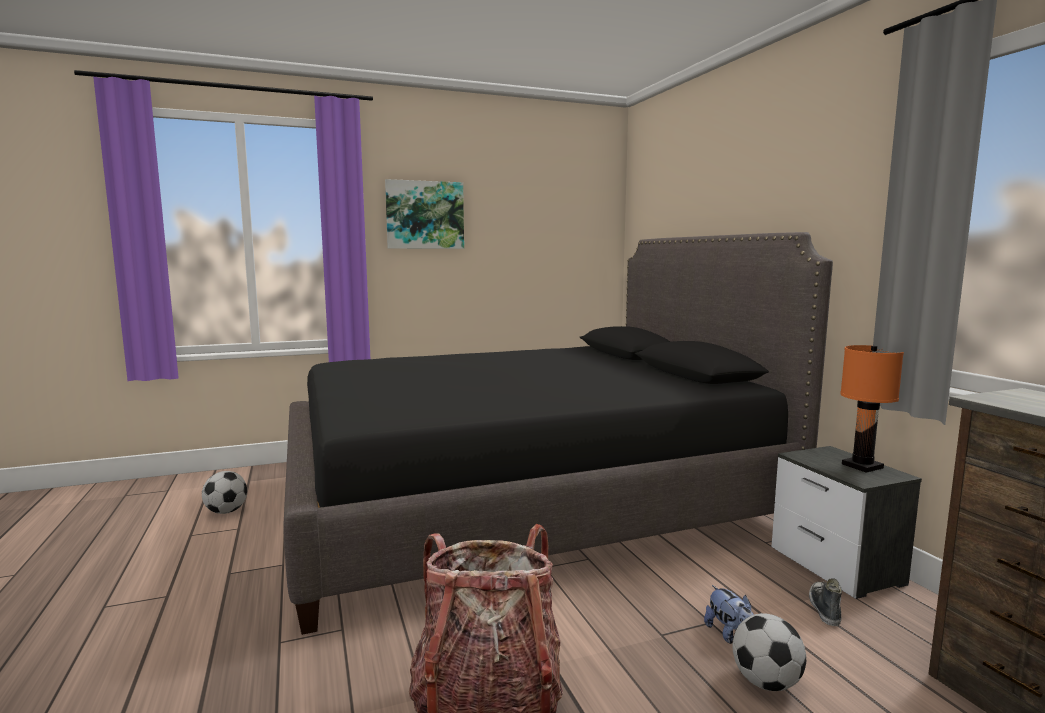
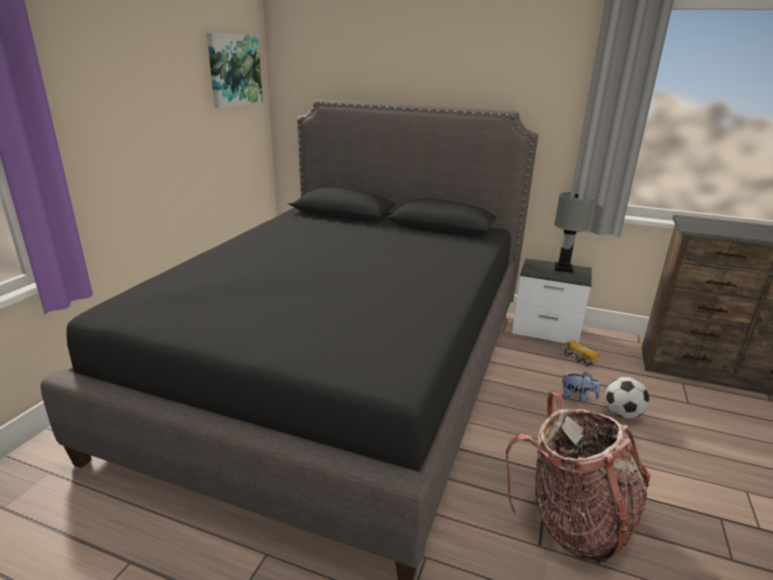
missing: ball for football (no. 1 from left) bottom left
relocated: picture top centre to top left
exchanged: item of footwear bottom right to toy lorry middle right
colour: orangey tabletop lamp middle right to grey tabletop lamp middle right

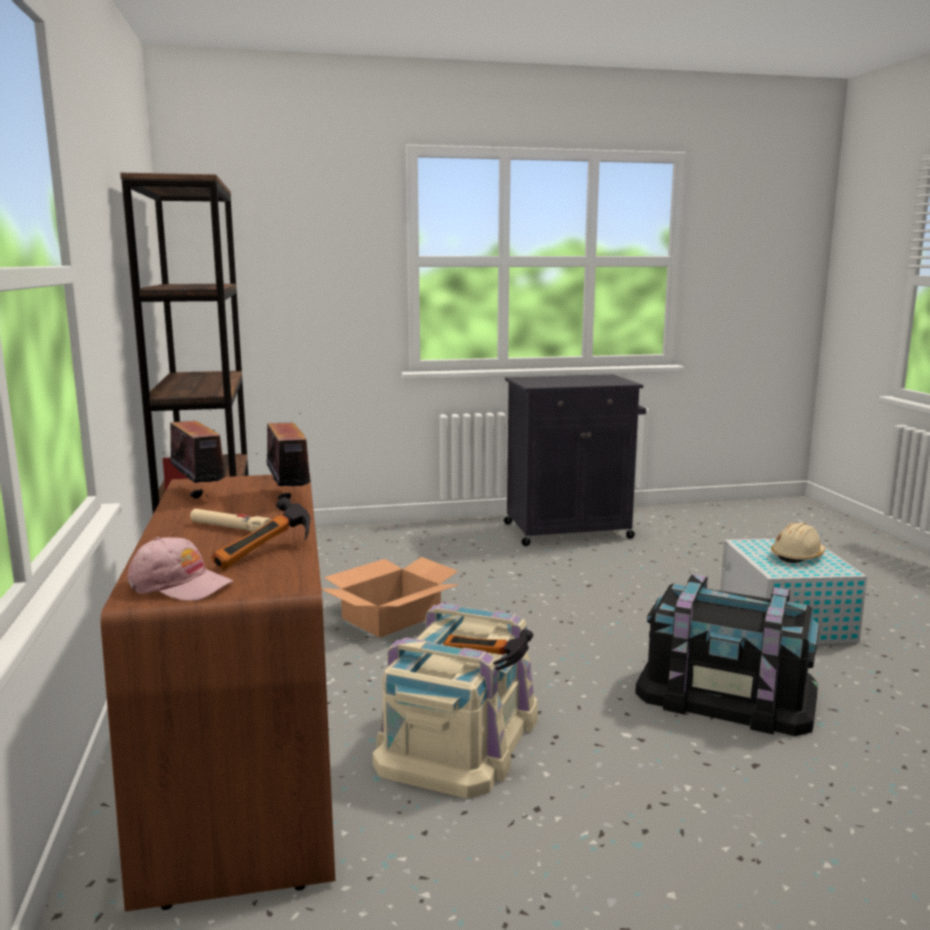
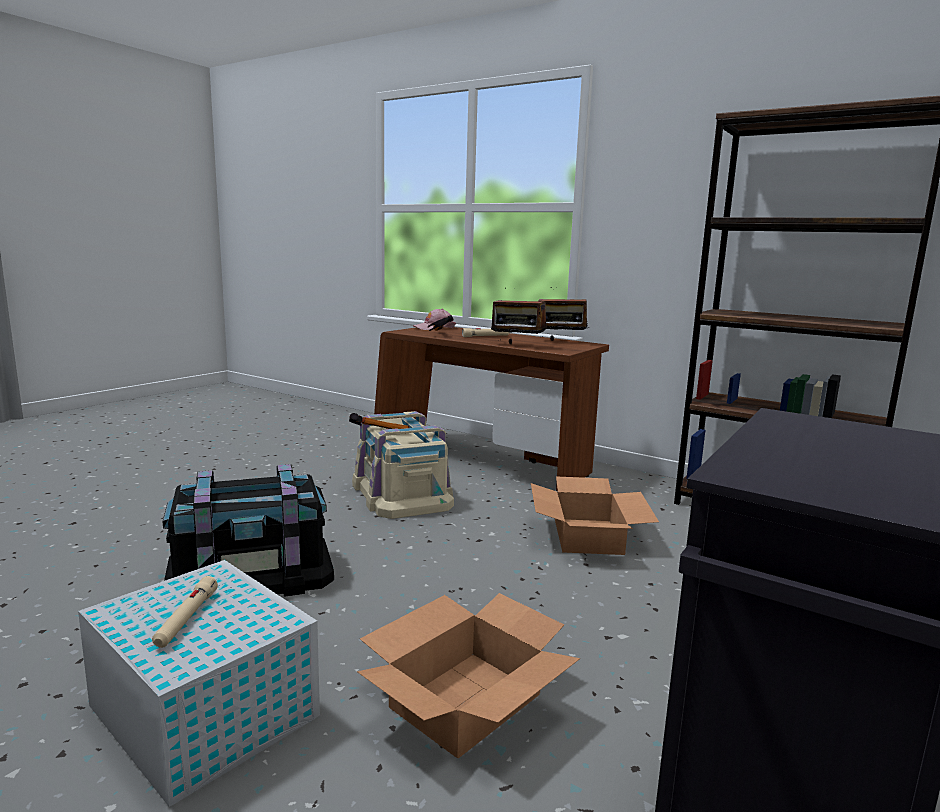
appeared: carton (no. 1 from left) bottom centre
exchanged: beige work helmet middle right to beige flashlight (no. 1 from left) bottom left

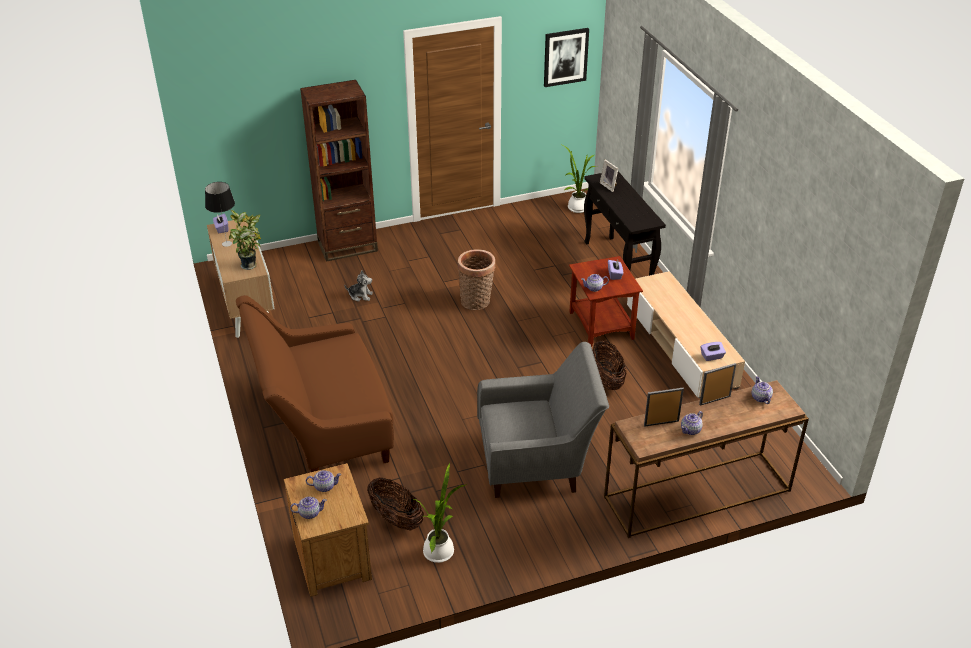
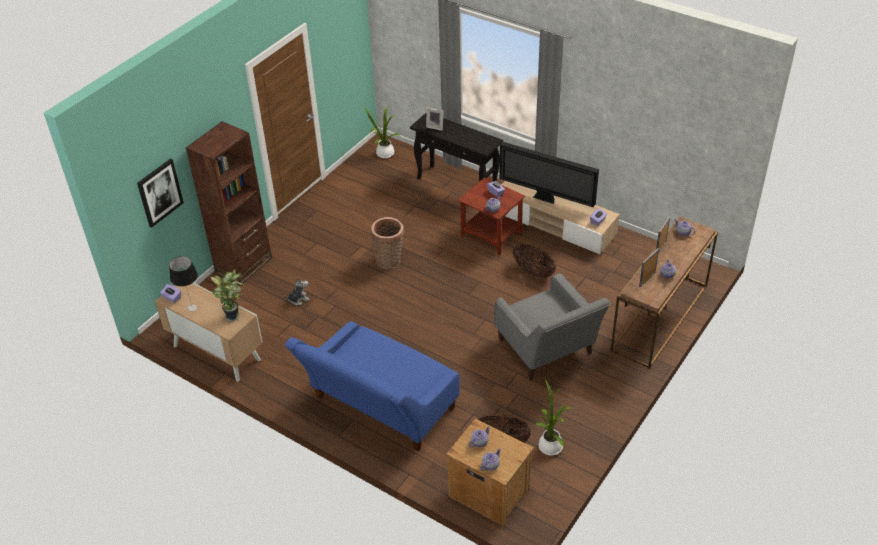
appeared: television top centre
relocated: picture top centre to middle left
colour: brownish settee middle left to blue-coloured settee bottom centre
spun: grey easy chair centre = centre 105 degrees clockwise

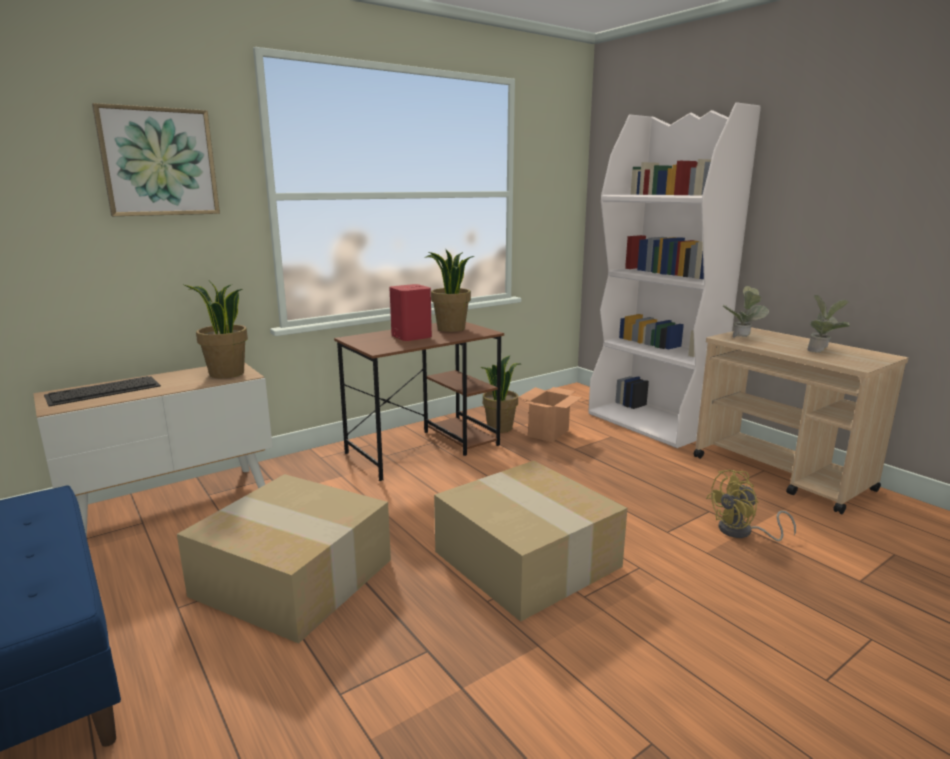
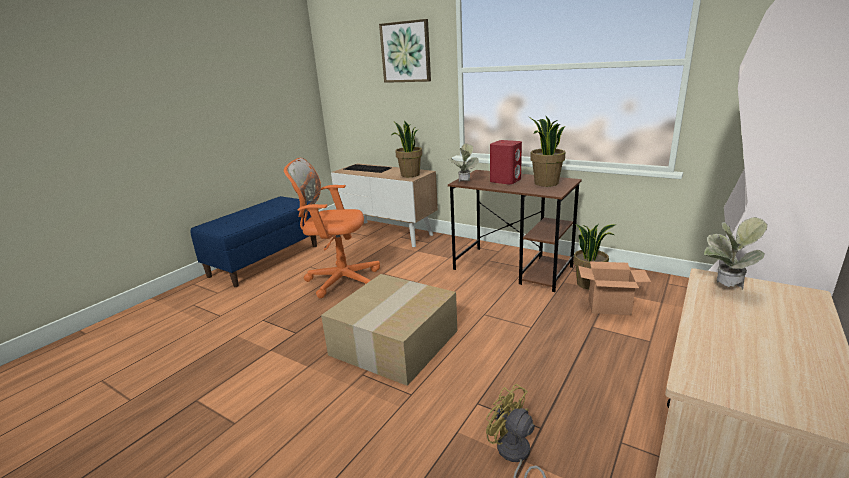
relocated: potted plant (no. 5 from left in the first image) middle right to potted plant (no. 2 from left) centre
exchanged: carton (no. 1 from left) bottom left to orangey computer chair centre

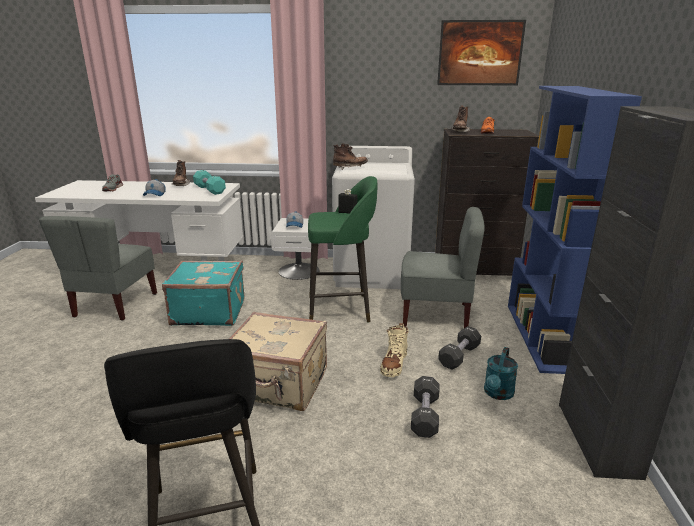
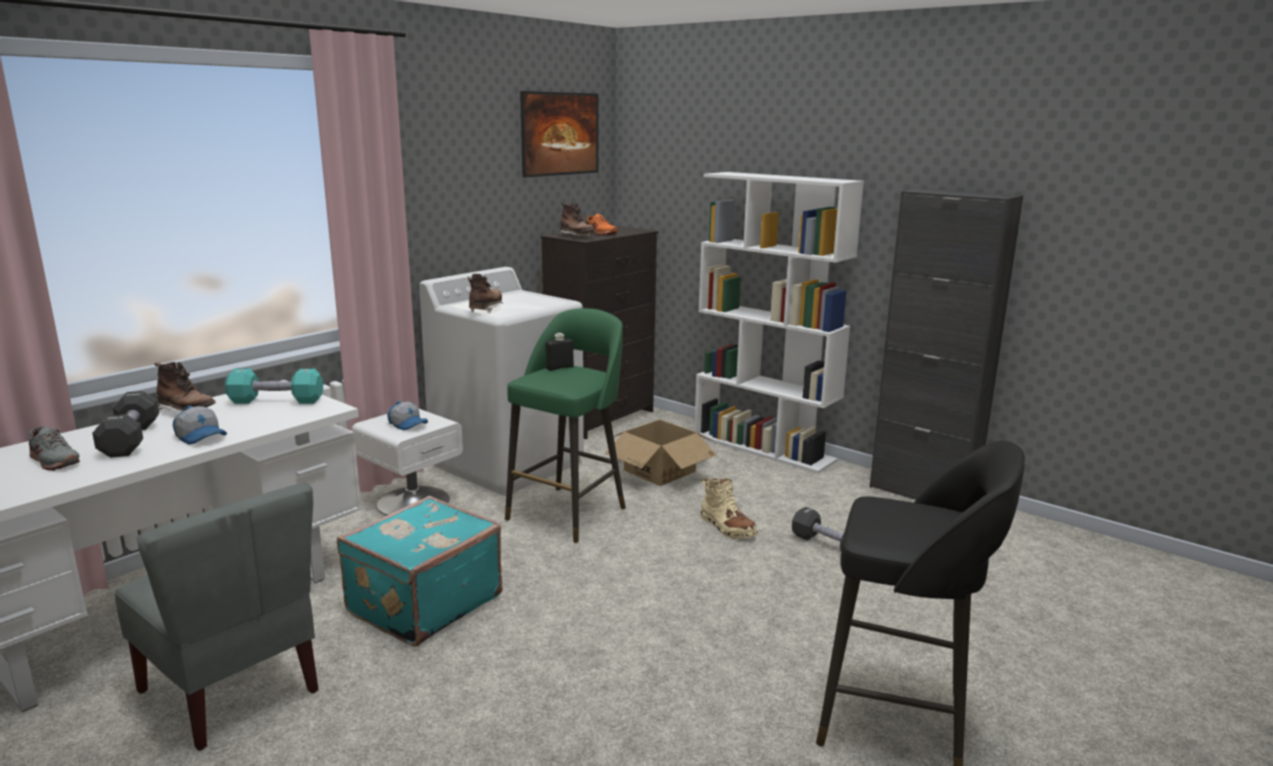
missing: beige piece of luggage bottom centre; turquoise sprinkling can bottom right
relocated: black hand weight (no. 2 from left in the first image) centre to black hand weight (no. 1 from left) middle left
exchanged: grey plain chair (no. 2 from left) centre to carton centre
colour: blue-coloured bookshelf middle right to whitish bookshelf centre

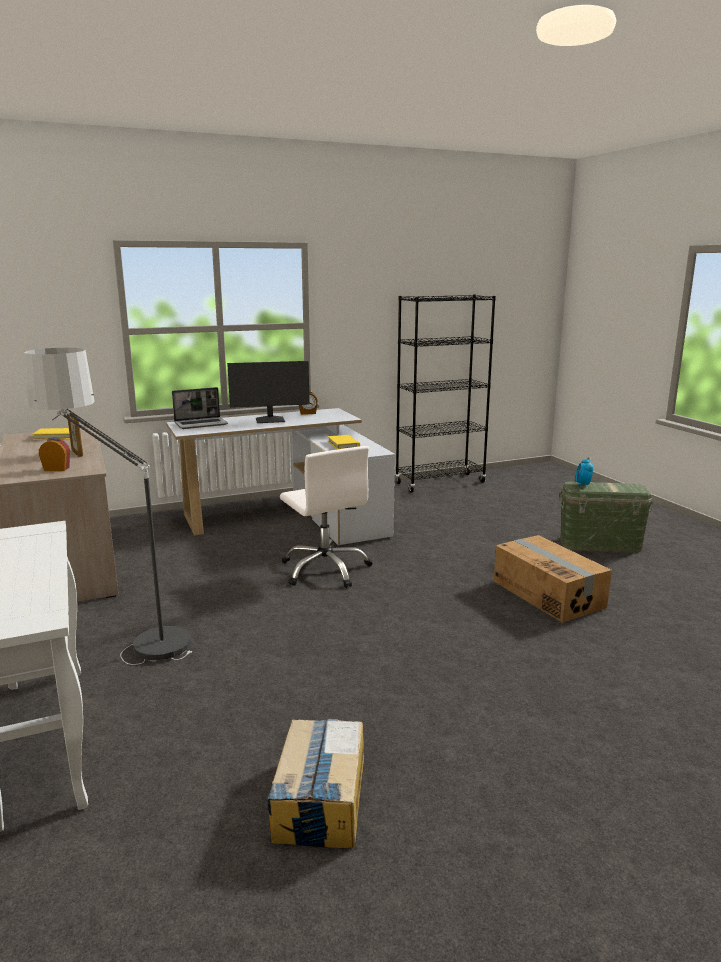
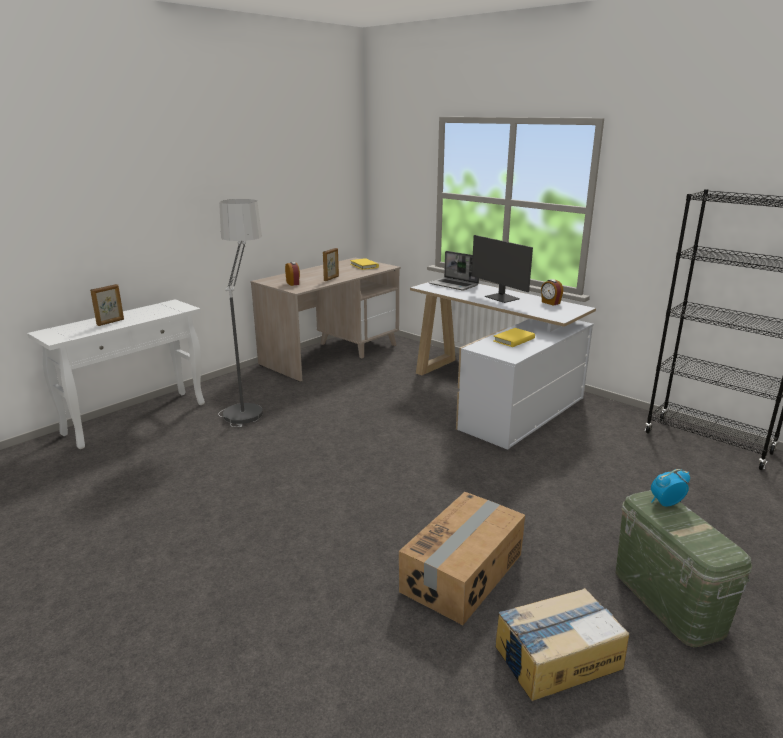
missing: whitish computer chair centre
appeared: standing frame (no. 1 from left) middle left
relocated: carton (no. 1 from left in the first image) bottom centre to carton (no. 2 from left) bottom right

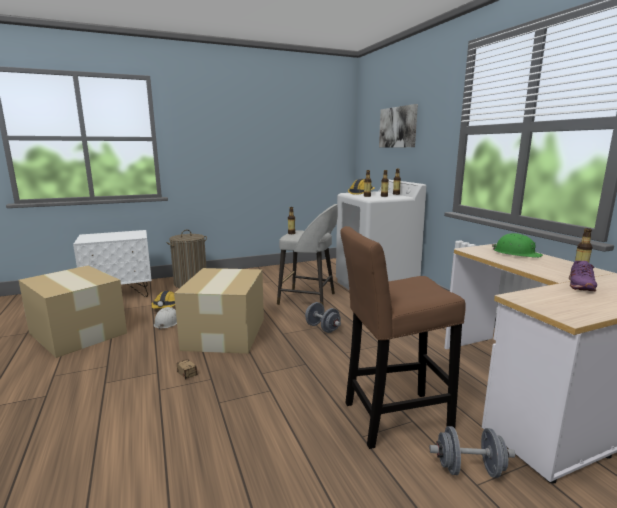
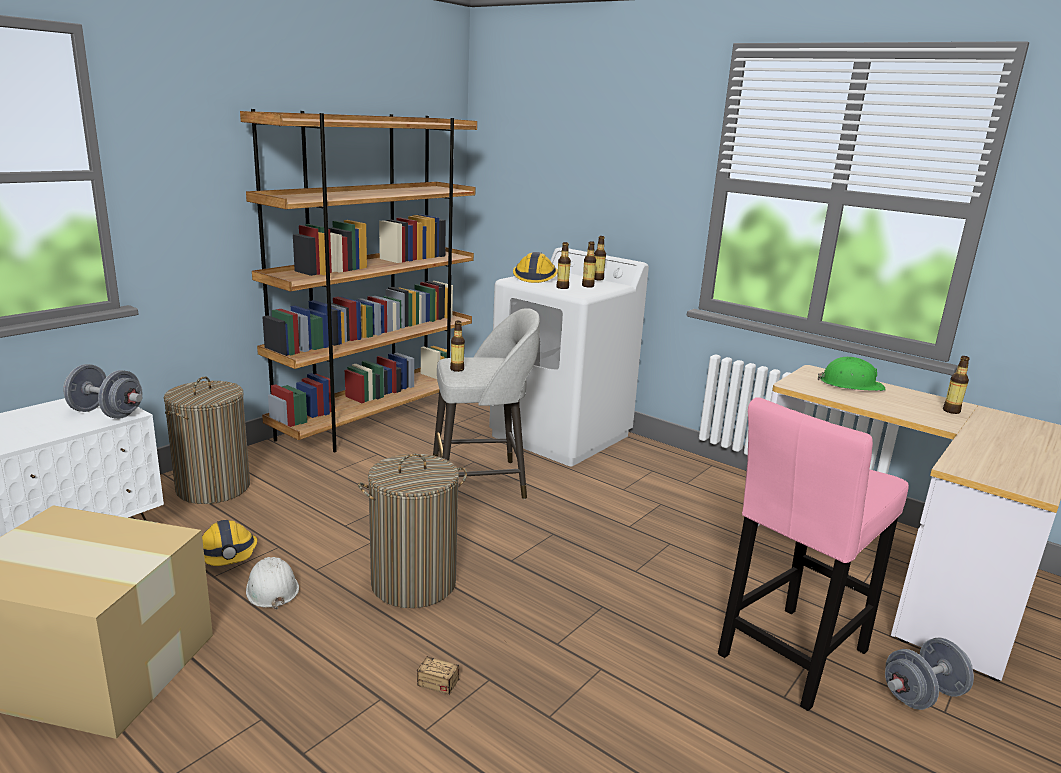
missing: picture top centre; purplish item of footwear middle right
appeared: brownish bookshelf centre
relocated: grey hand weight (no. 1 from left) centre to middle left
exchanged: carton (no. 2 from left) centre to hamper (no. 2 from left) bottom centre
colour: brownish sitting stool centre to pinkish sitting stool bottom right

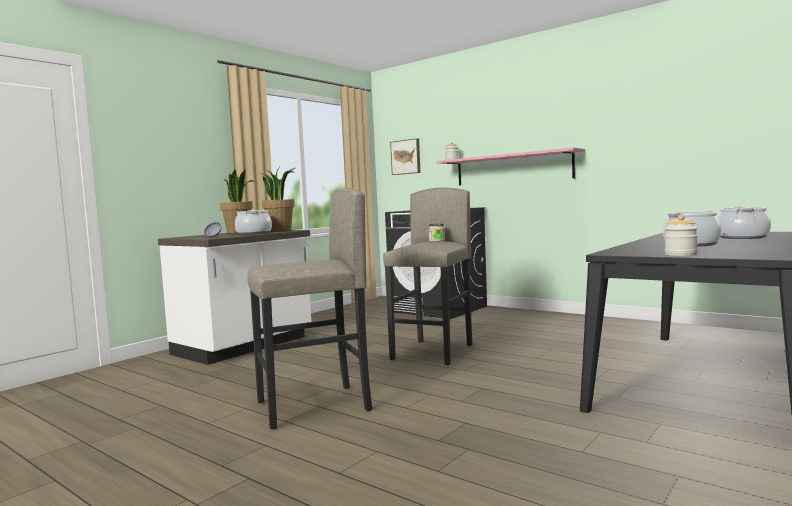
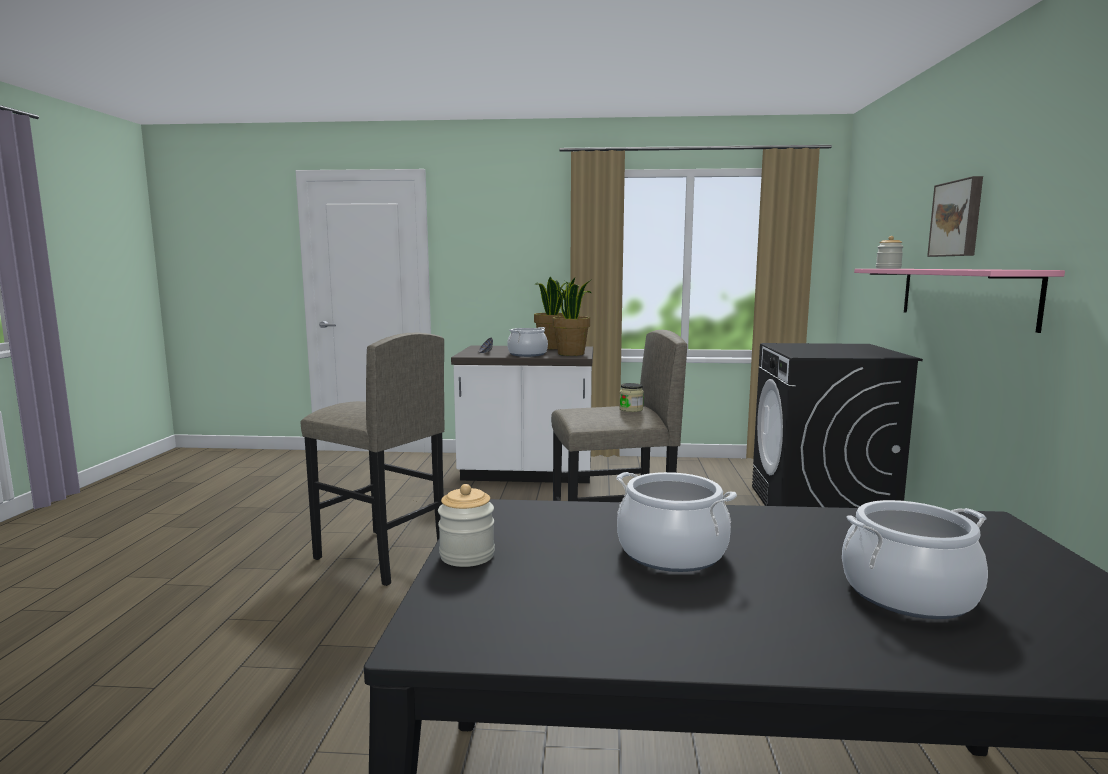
relocated: picture top centre to top right

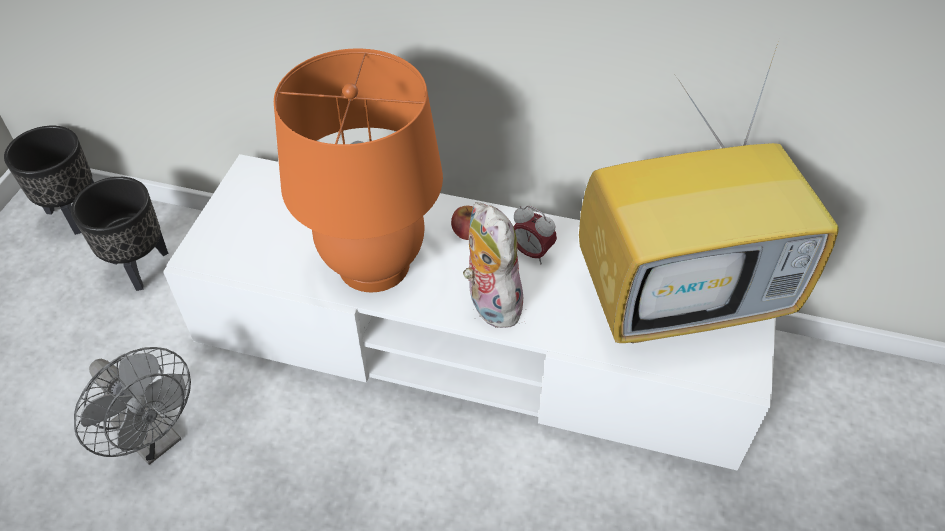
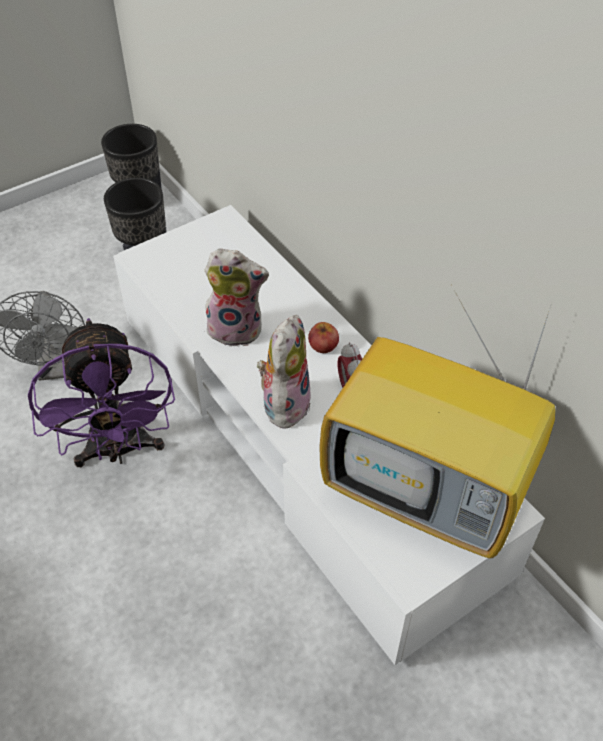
appeared: purplish fan middle left
exchanged: orangey tabletop lamp top centre to cuddly toy (no. 1 from left) centre

